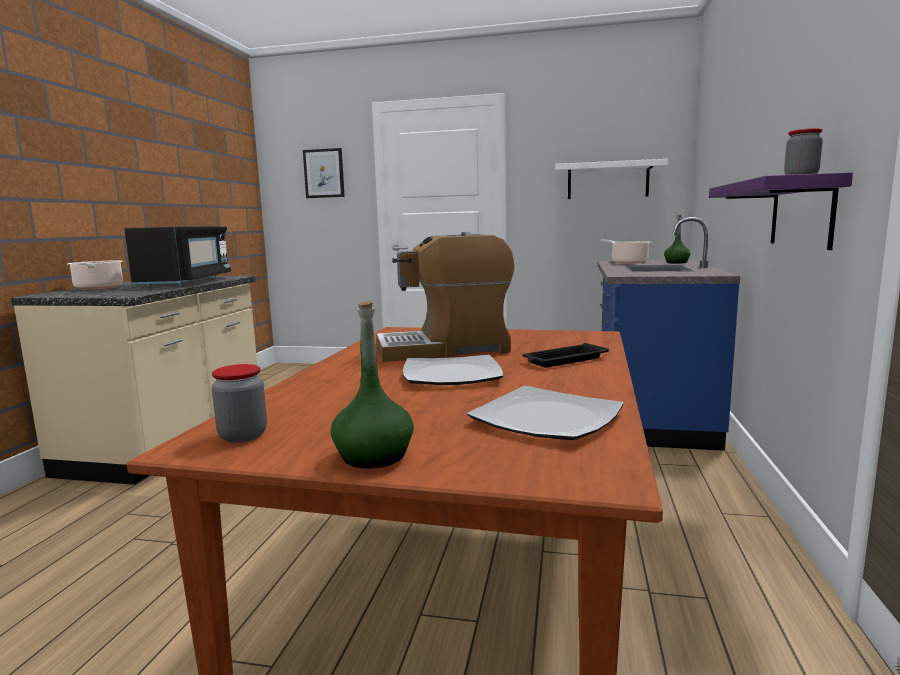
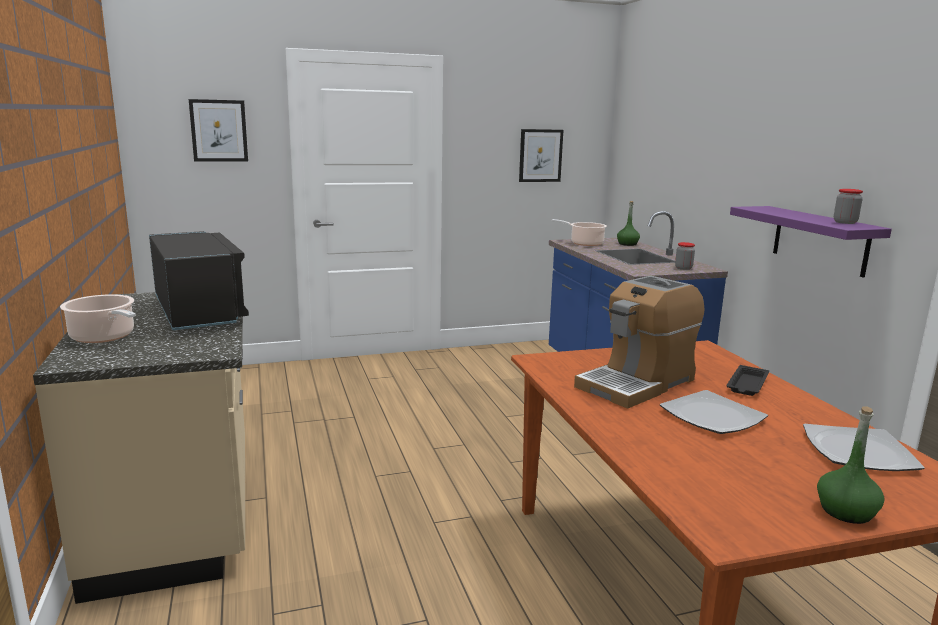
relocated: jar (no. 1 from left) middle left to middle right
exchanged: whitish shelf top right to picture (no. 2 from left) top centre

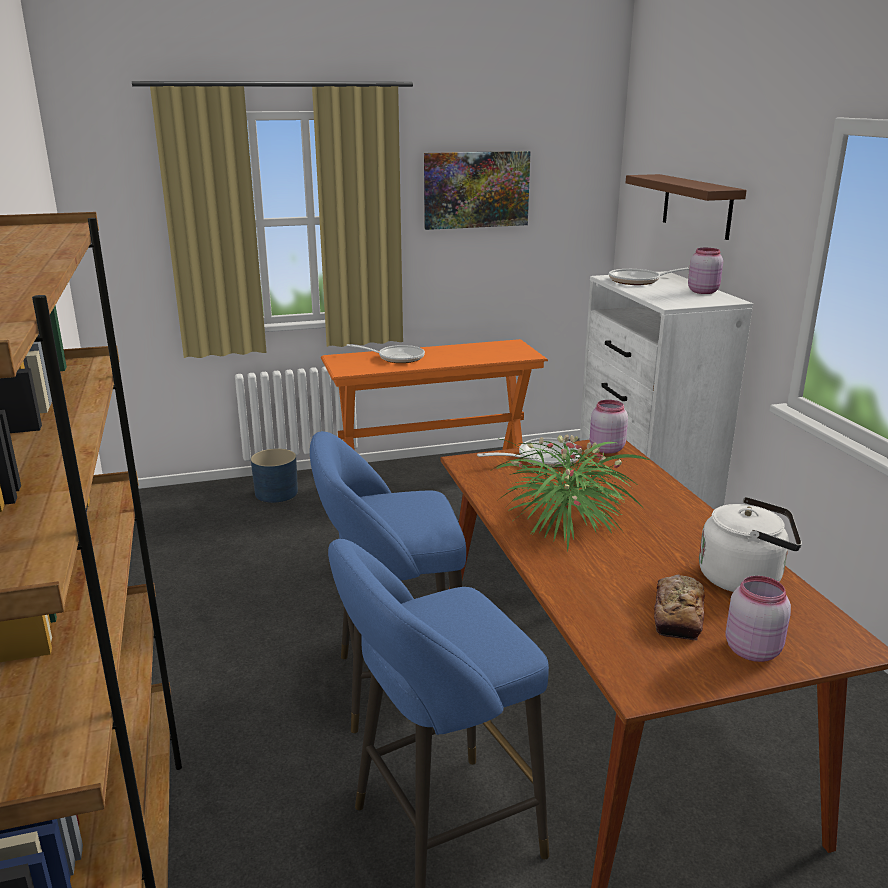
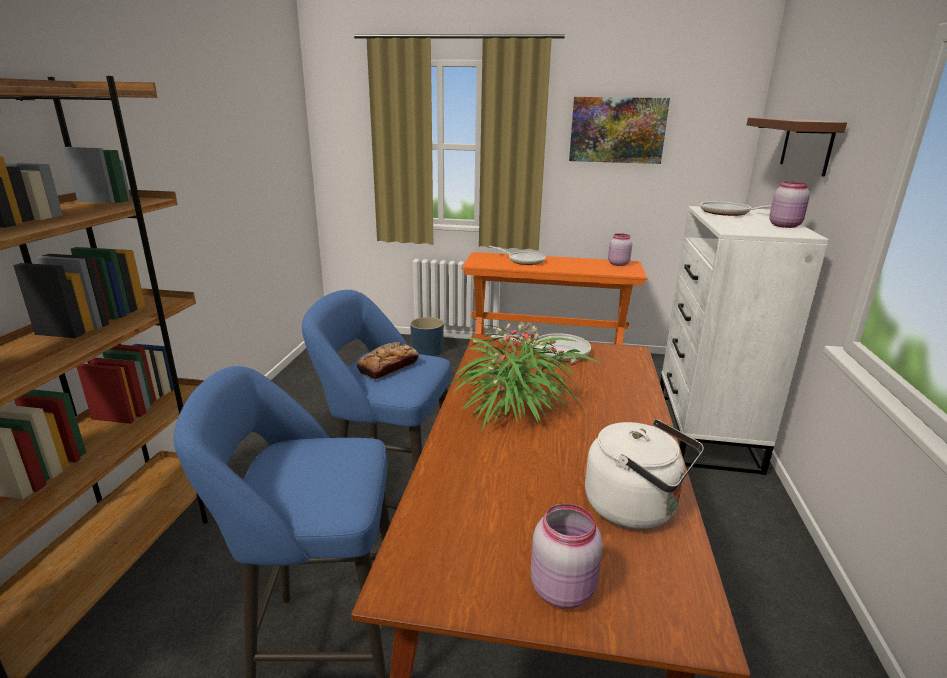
relocated: pinkish jar (no. 1 from left in the first image) middle right to pinkish jar (no. 2 from left) centre; bread bottom right to centre

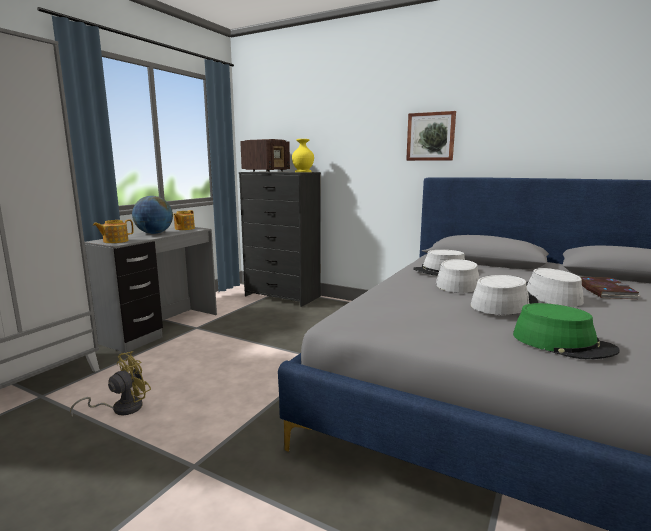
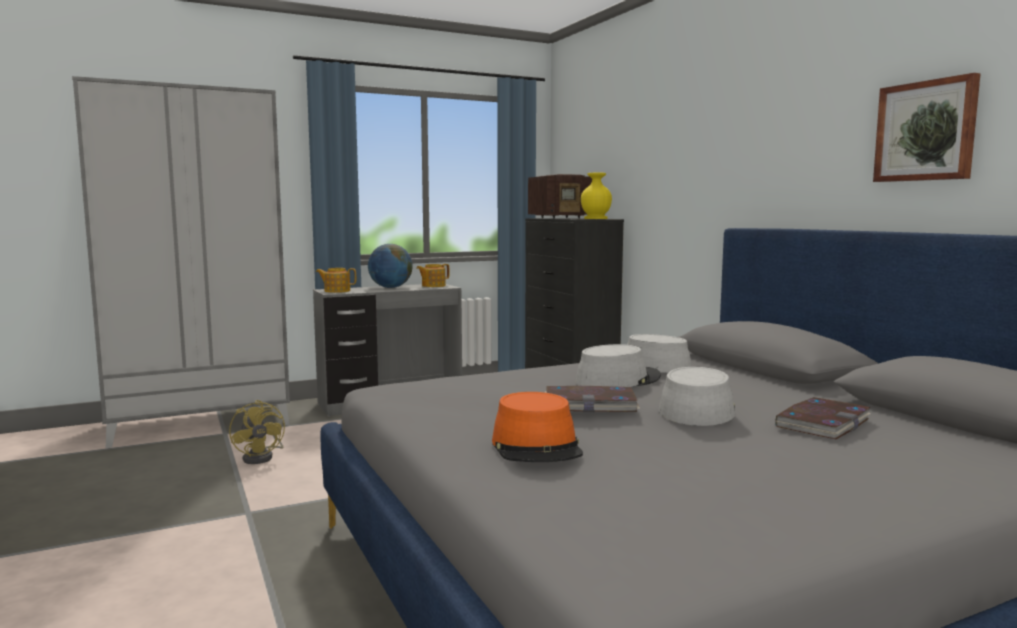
relocated: picture top centre to top right
exchanged: grey wearable hat (no. 3 from left) middle right to bound book (no. 1 from left) centre
colour: green-coloured wearable hat middle right to orangey wearable hat bottom centre
spun: yellowish fan bottom left = bottom left 75 degrees clockwise

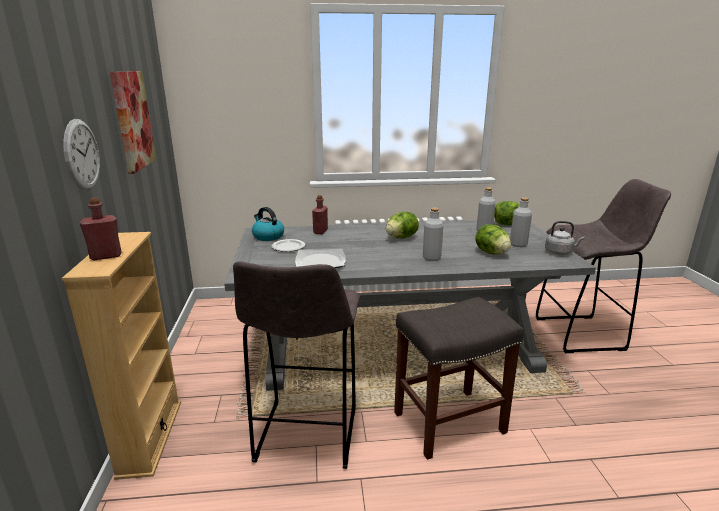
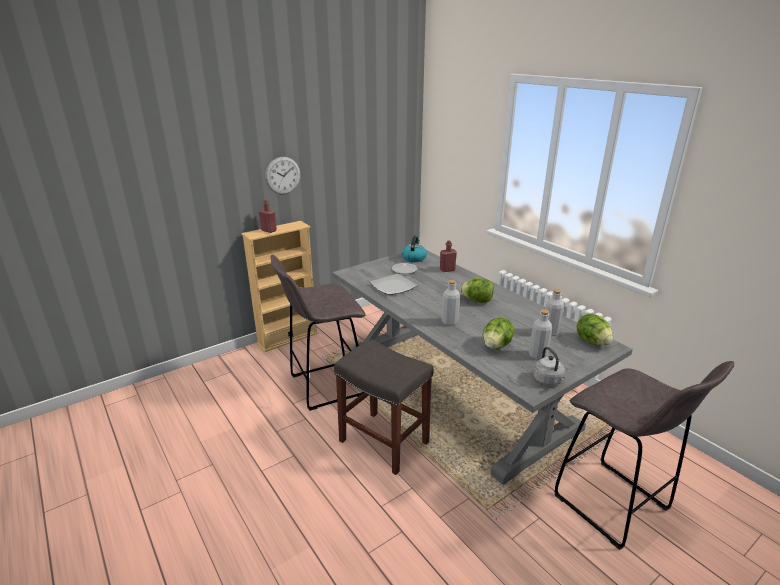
missing: picture top left

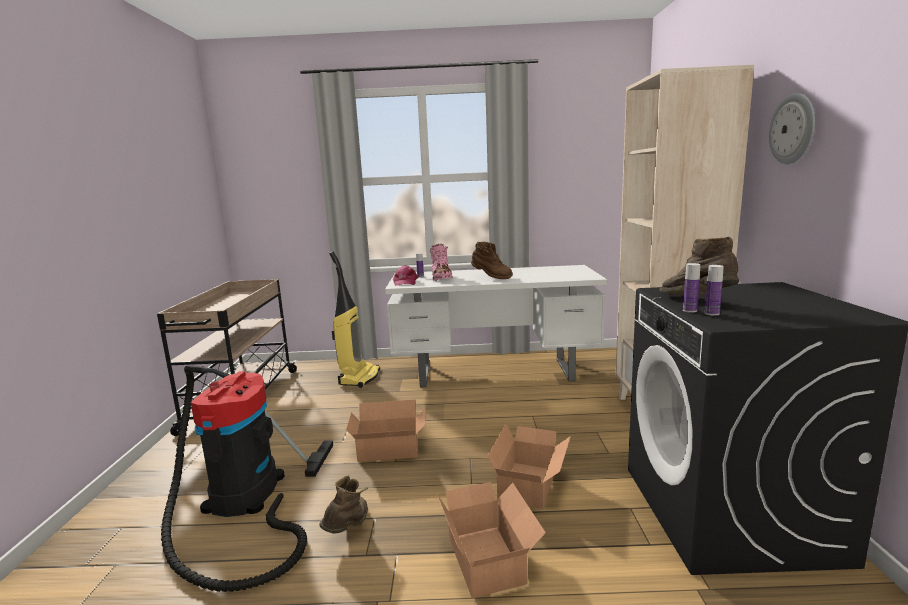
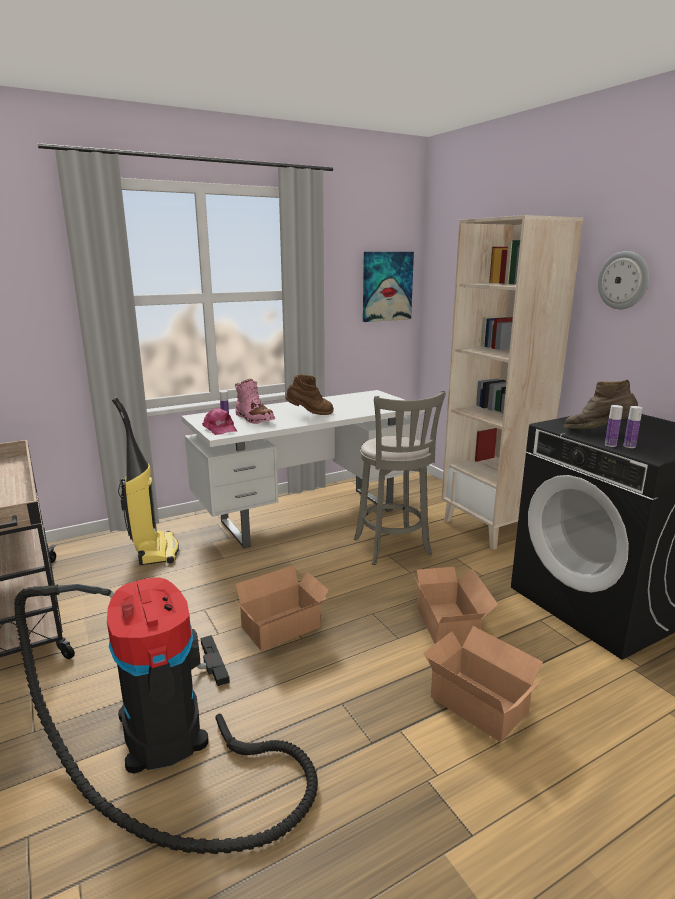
missing: brownish tall boot (no. 1 from left) bottom centre
appeared: picture top centre; grey sitting stool centre

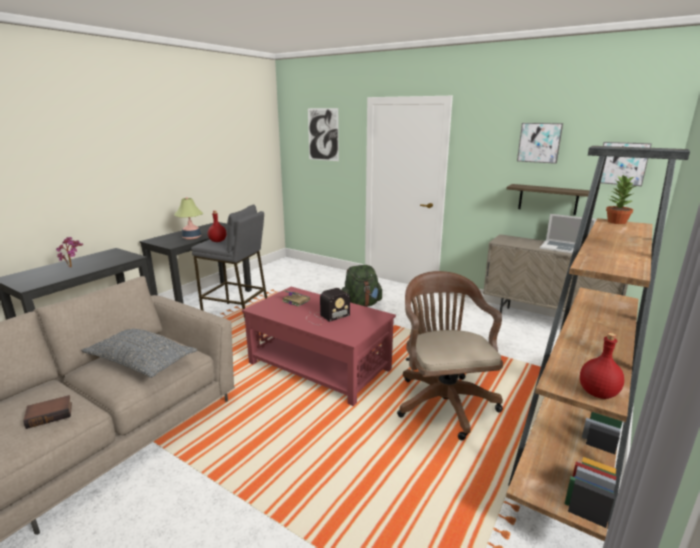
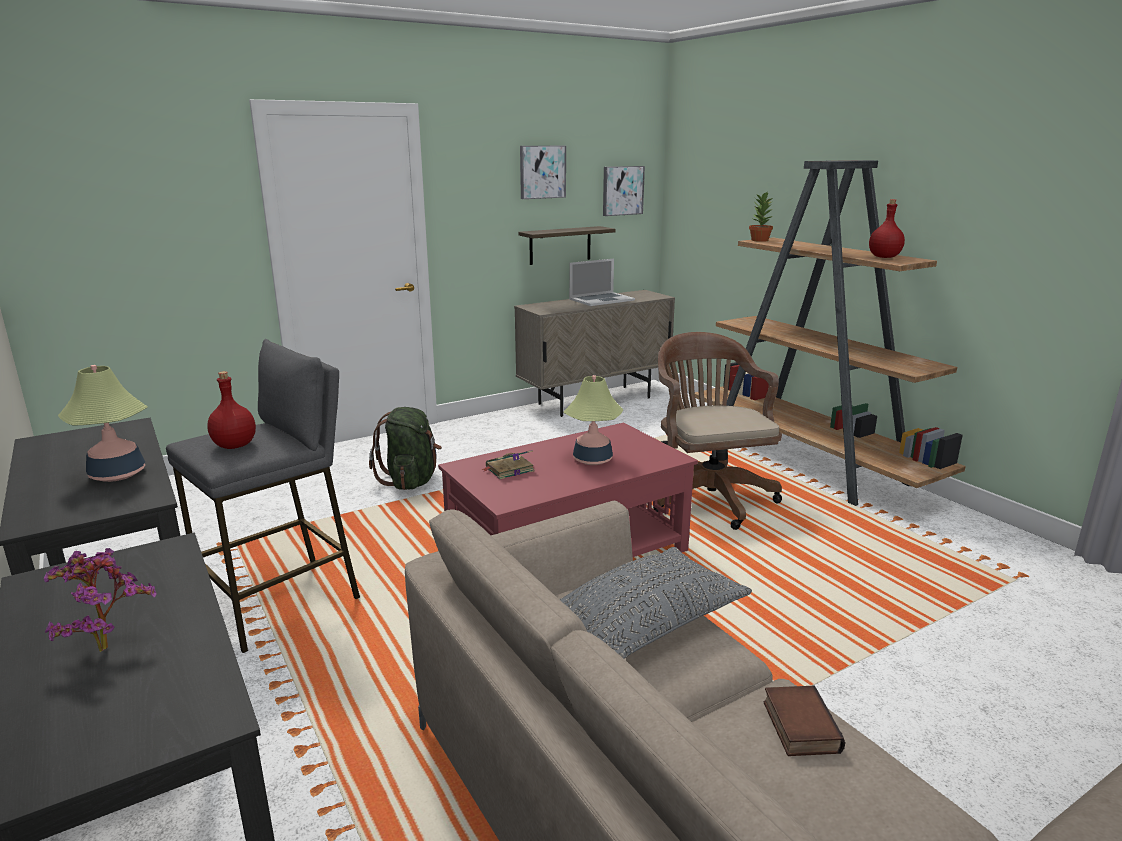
missing: picture (no. 1 from left) top centre
relocated: red drink bottle (no. 2 from left) bottom right to top right
exchanged: radio set centre to tabletop lamp (no. 2 from left) centre
spun: brownish computer chair centre = centre 60 degrees clockwise

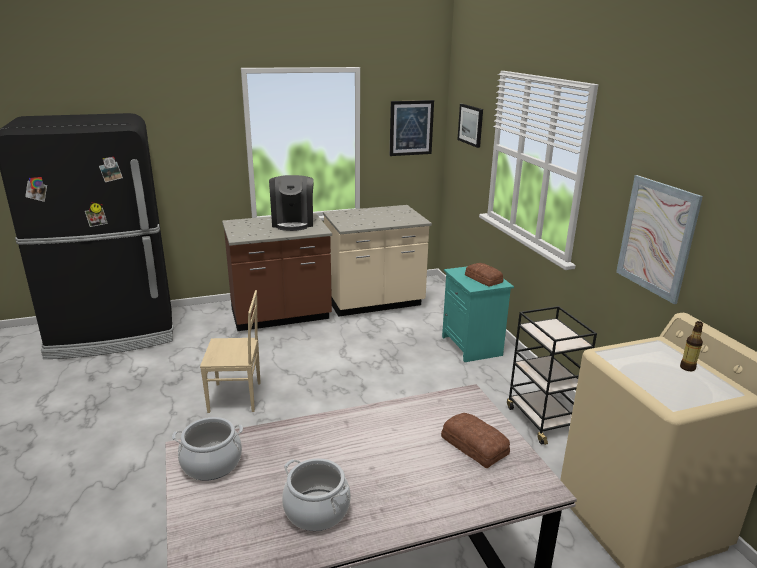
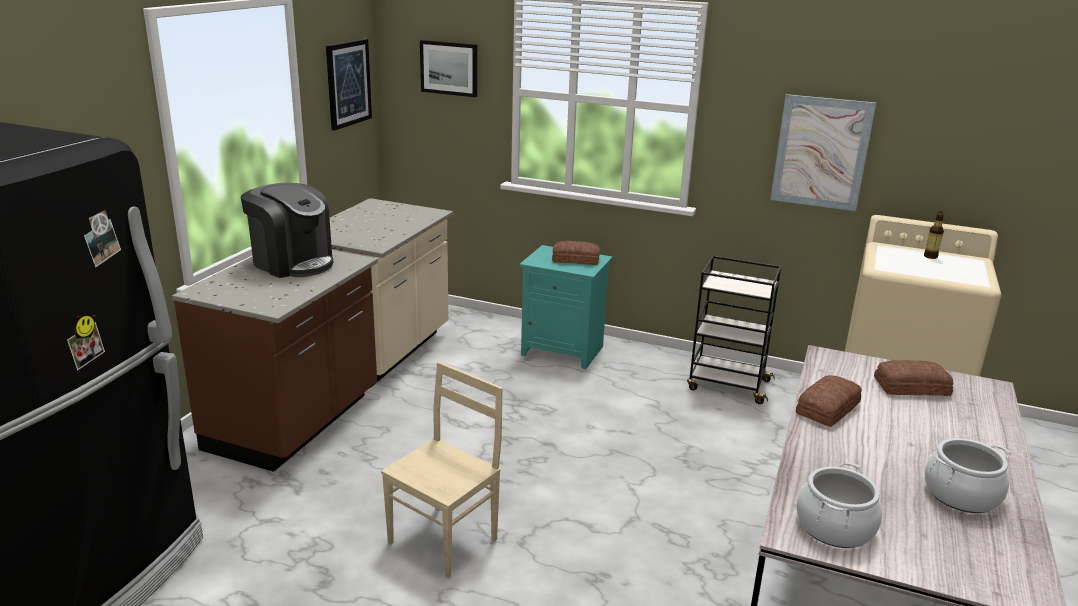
appeared: bread (no. 2 from left) middle right

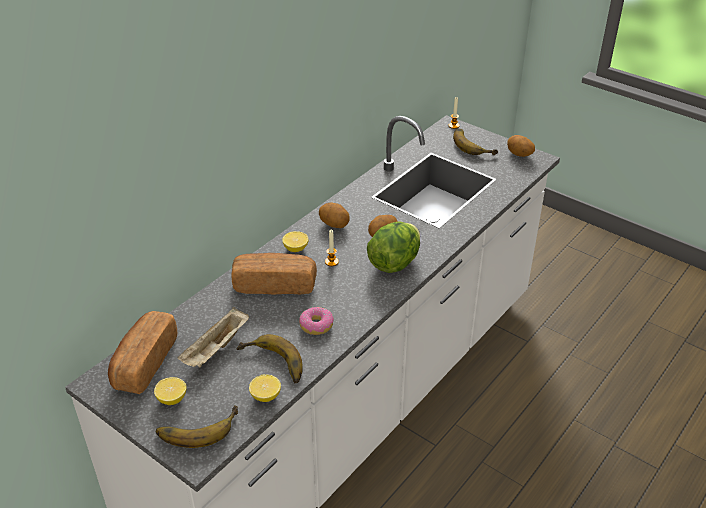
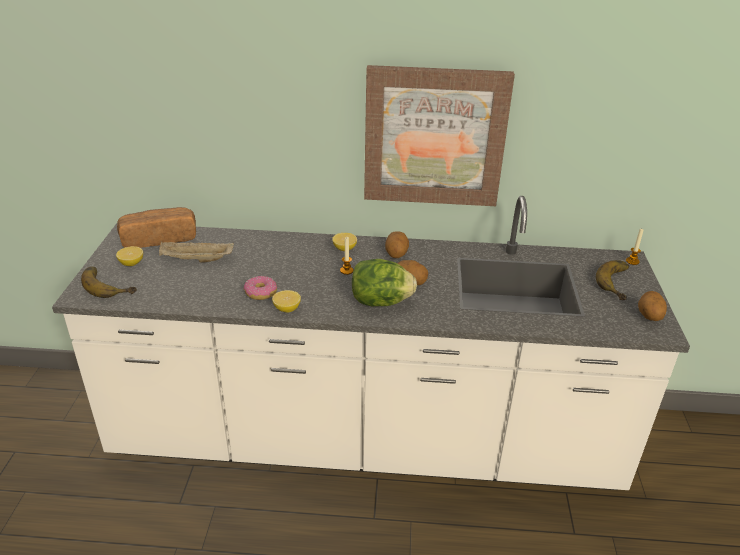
missing: bread (no. 2 from left) centre; banana fruit (no. 2 from left) bottom centre
appeared: picture top centre
relocated: lemon (no. 2 from left) bottom centre to centre

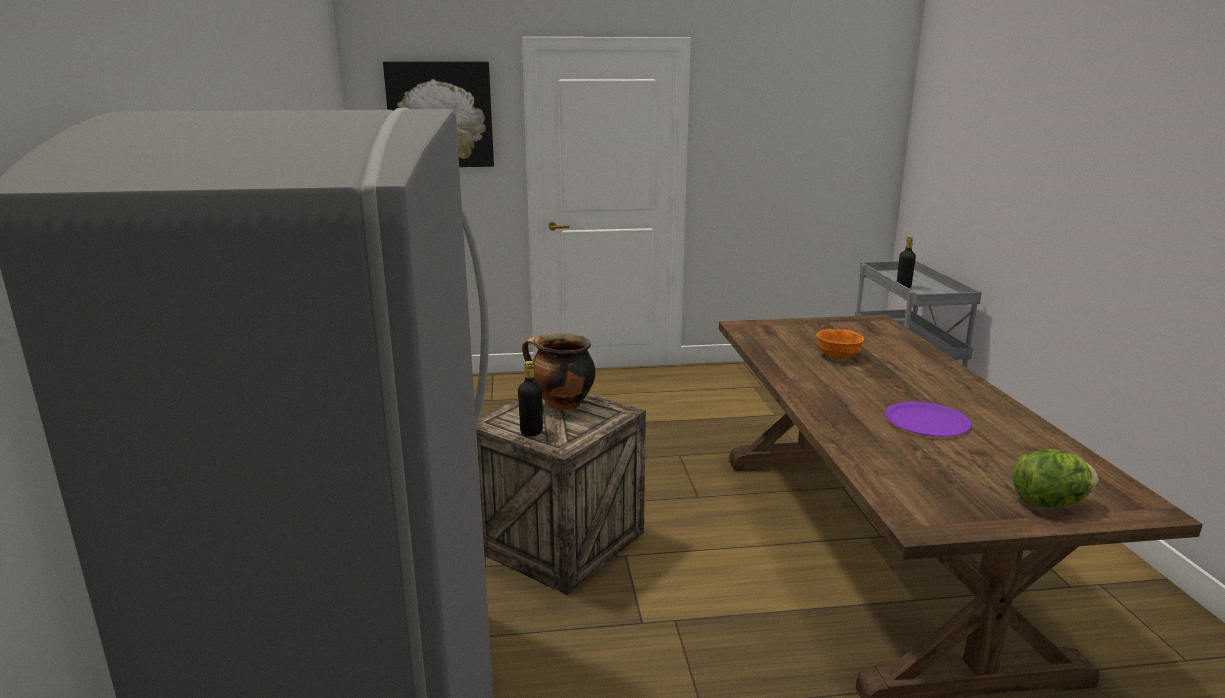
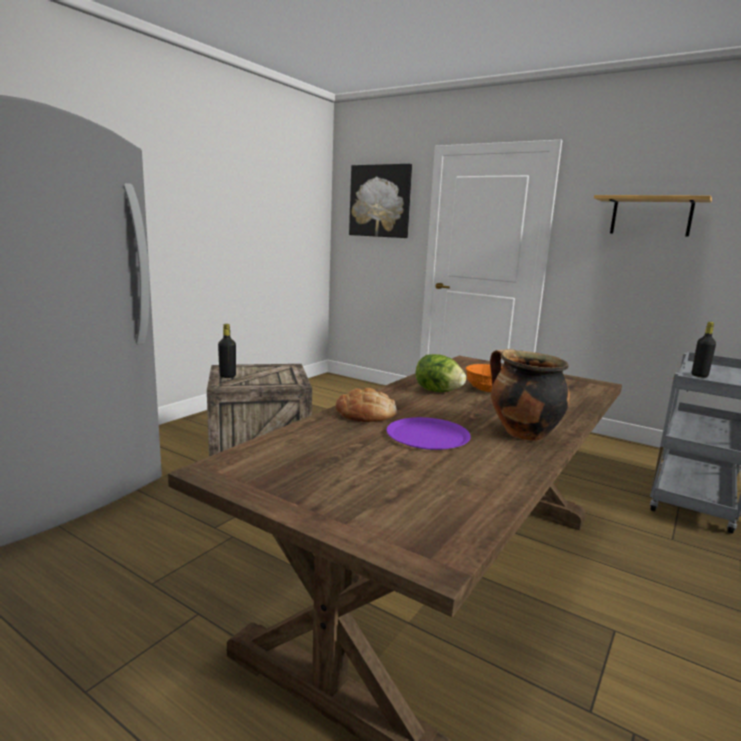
appeared: shelf top right; bread centre
relocated: saucepot centre to middle right; head of lettuce bottom right to centre

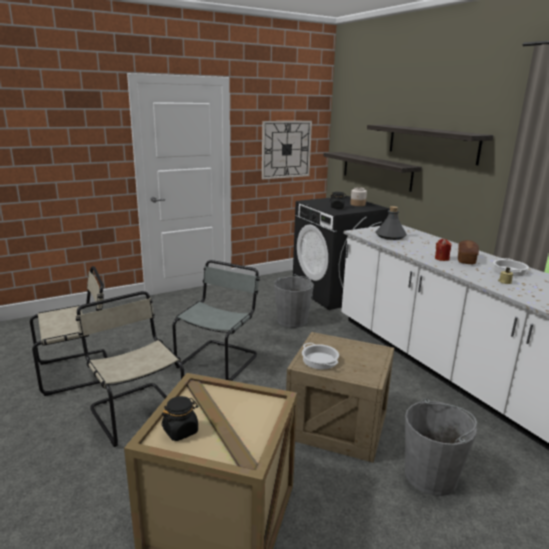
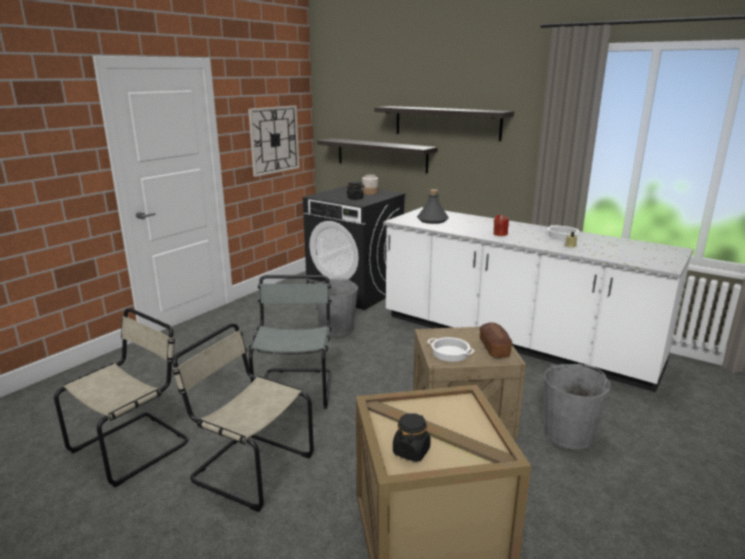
relocated: bread middle right to centre

